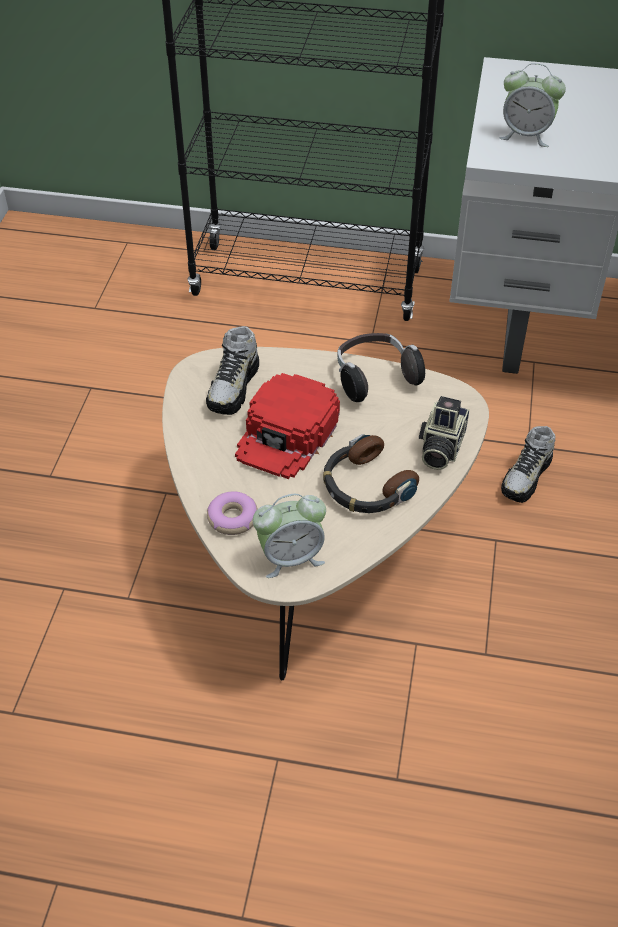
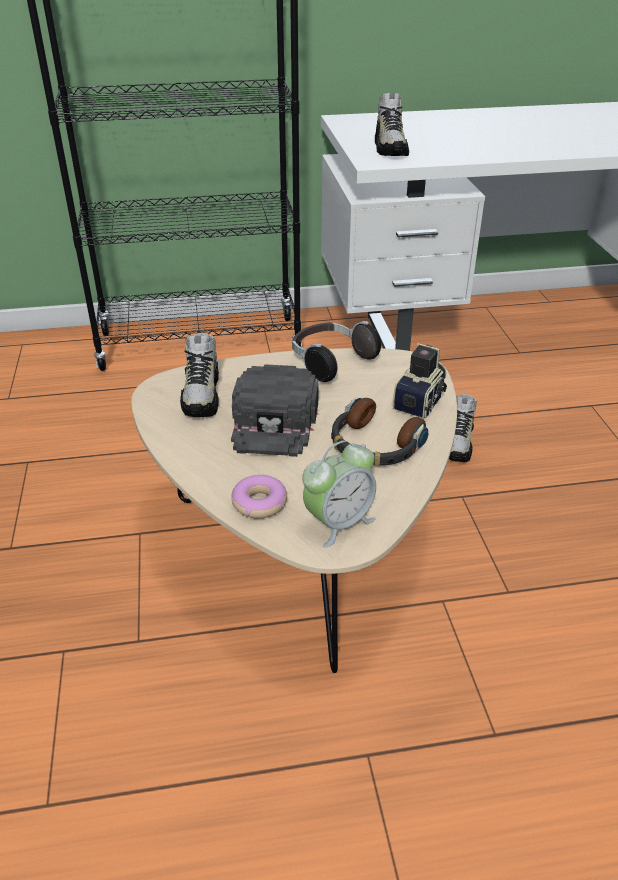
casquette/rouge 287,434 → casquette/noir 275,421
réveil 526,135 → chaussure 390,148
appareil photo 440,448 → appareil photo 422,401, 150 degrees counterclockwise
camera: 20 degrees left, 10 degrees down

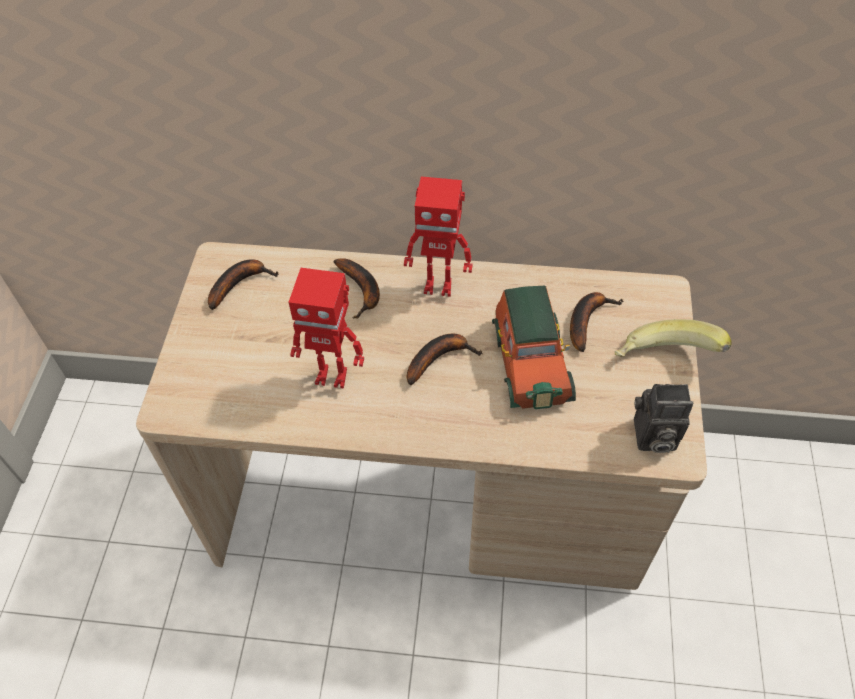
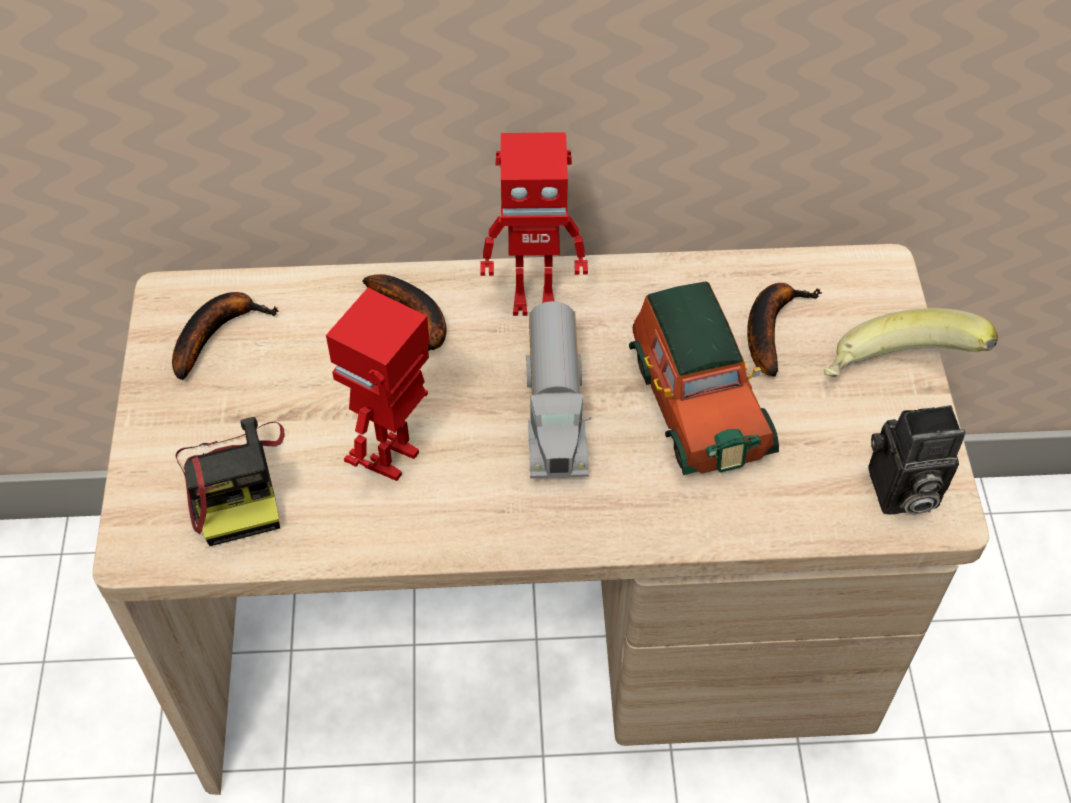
- → appareil photo 236,483
robot jouet 332,375 → robot jouet 395,460, 120 degrees clockwise
banane 439,358 → camion jouet 557,412
camera: 10 degrees left, 0 degrees up

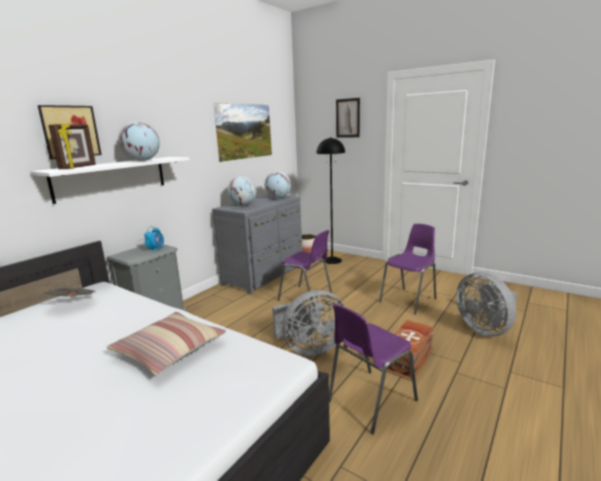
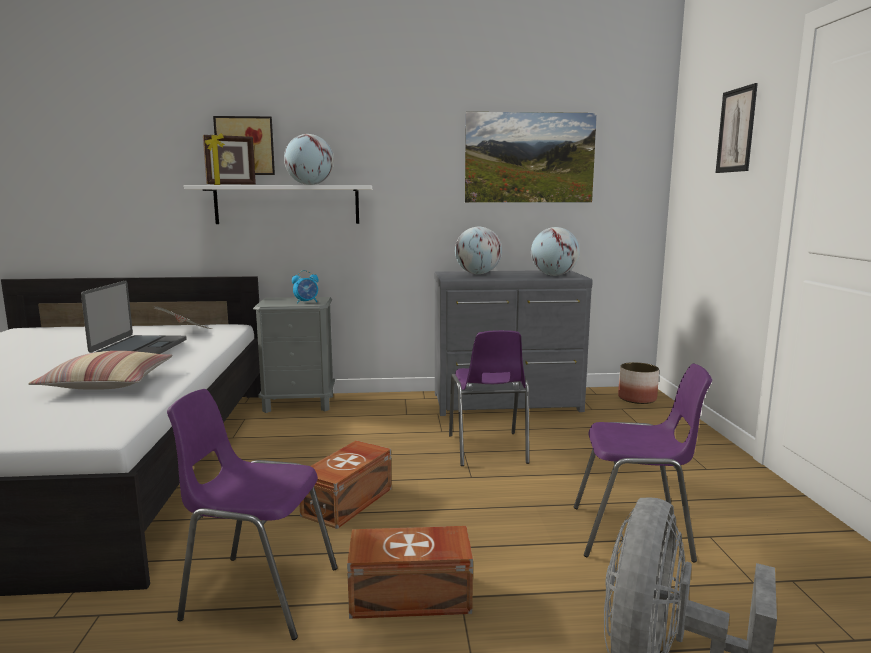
- → ordinateur portable 139,349
ventilateur/gris 310,348 → boîte de rangement/marron 349,501
lampadaire/noir 332,260 → -
camera: 50 degrees right, 5 degrees down

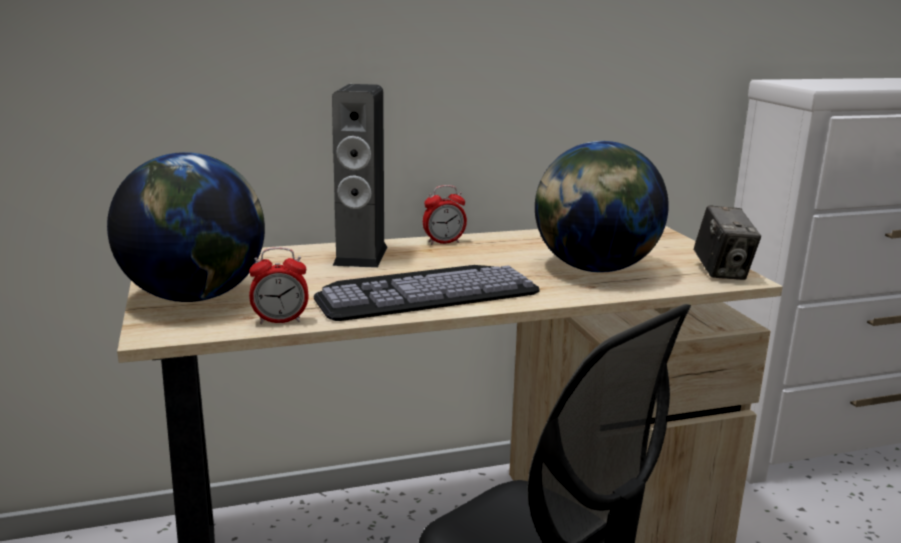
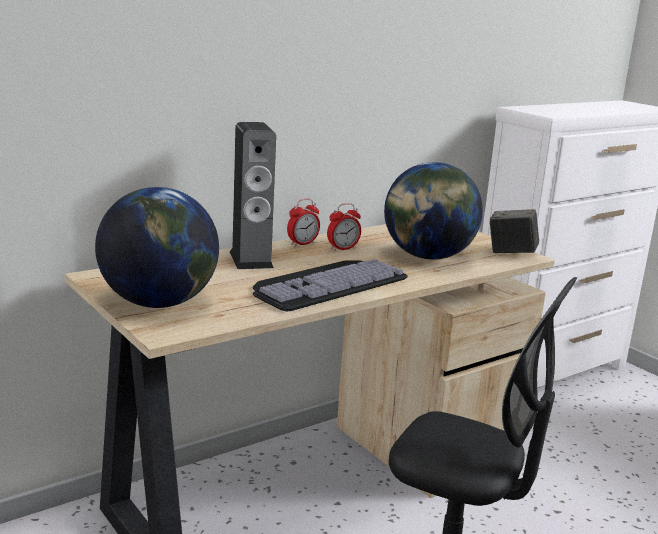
réveil 280,321 → réveil 342,249, moved
appareil photo 721,272 → appareil photo 511,253, 135 degrees clockwise
camera: 20 degrees left, 0 degrees up

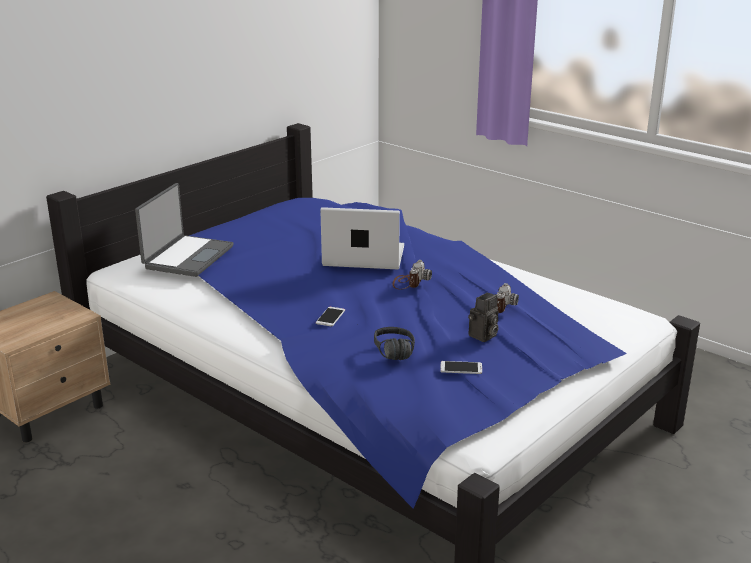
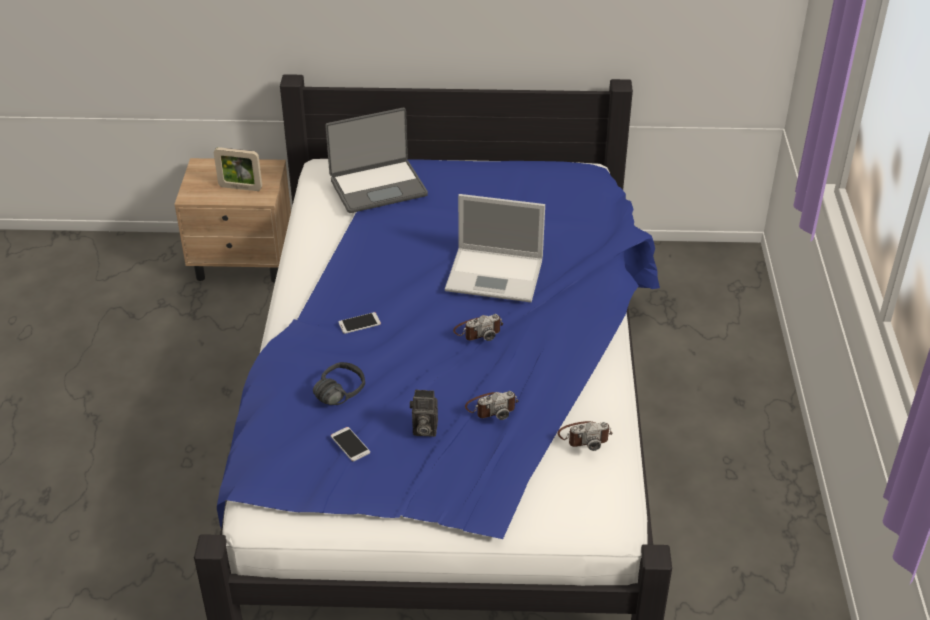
- → cadre photo 240,187
ordinateur portable 362,256 → ordinateur portable 496,275, 135 degrees clockwise
- → appareil photo 584,436
camera: 50 degrees right, 15 degrees up

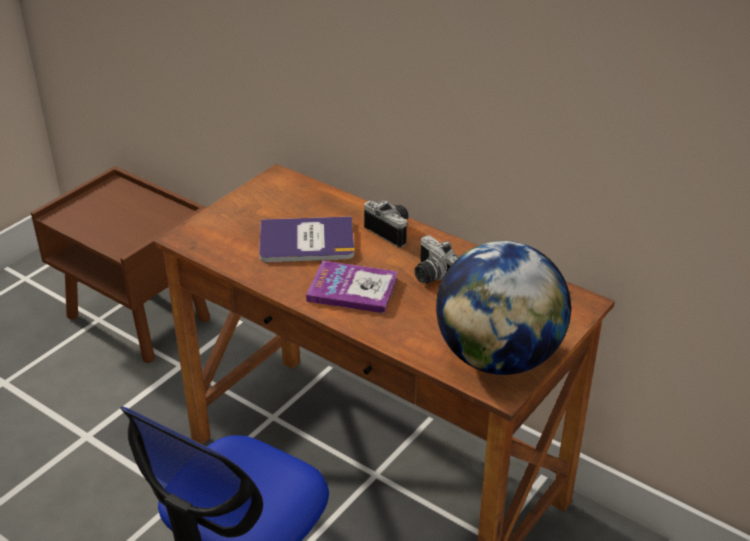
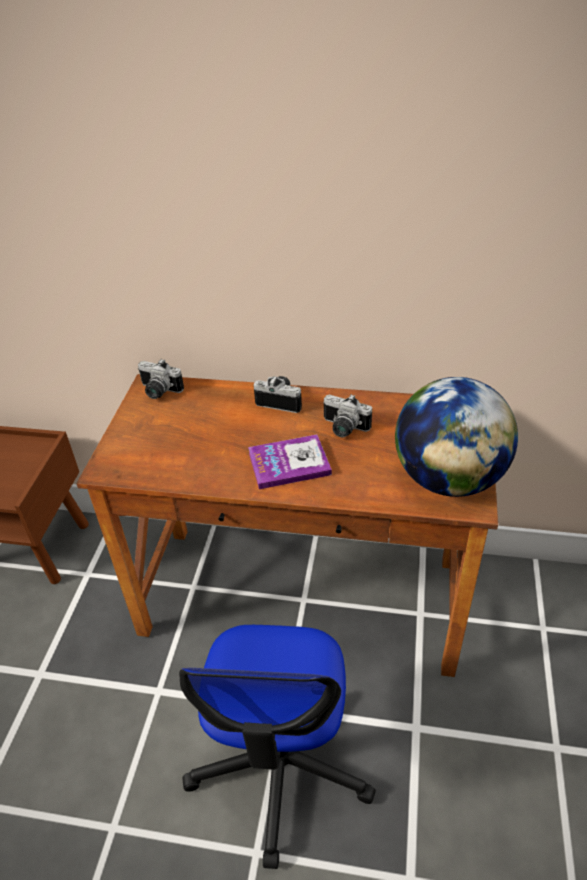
- → appareil photo 158,391
livre 306,241 → -
camera: 25 degrees left, 5 degrees up

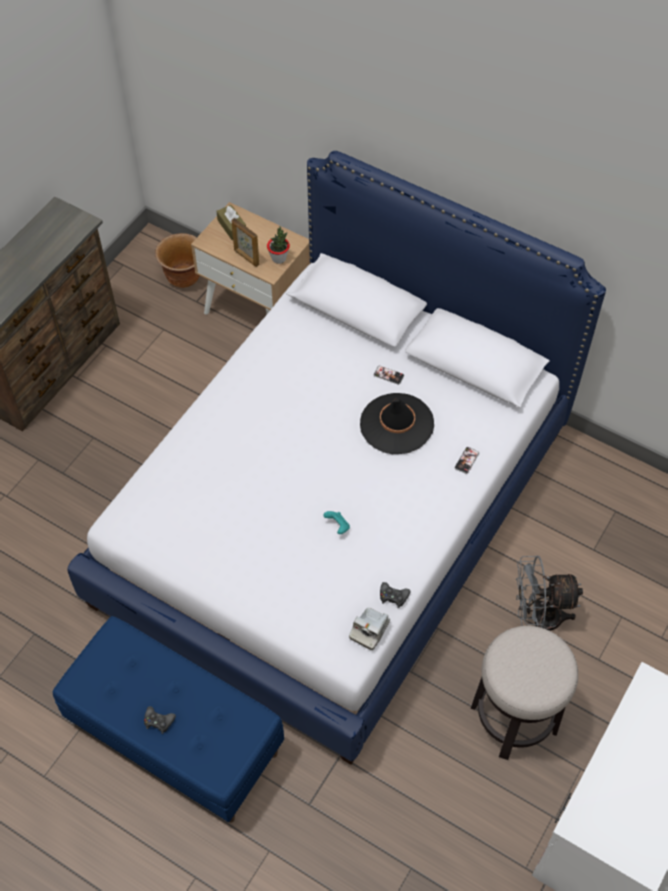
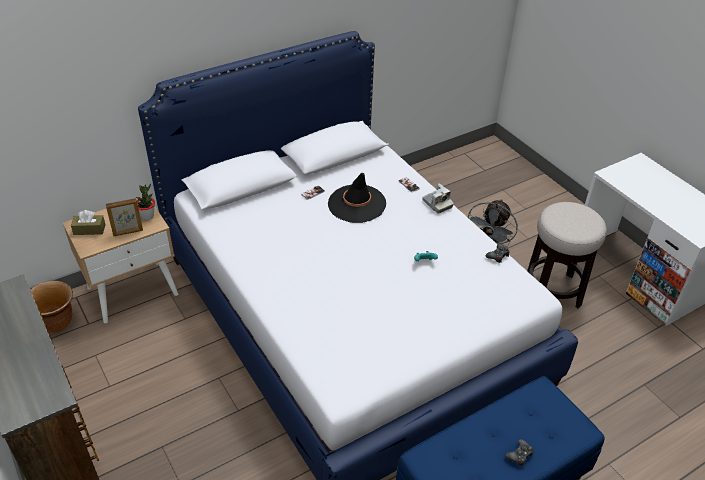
appareil photo 369,630 → appareil photo 437,204, moved
camera: 65 degrees left, 15 degrees down

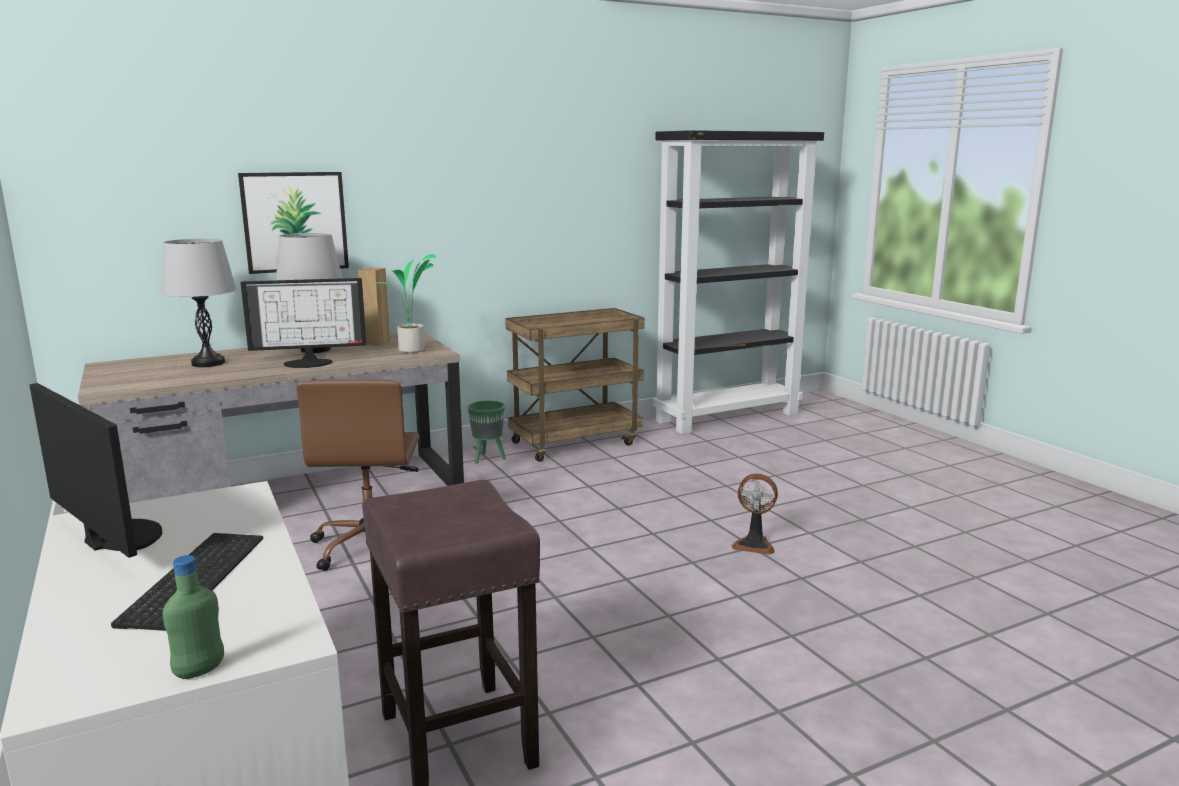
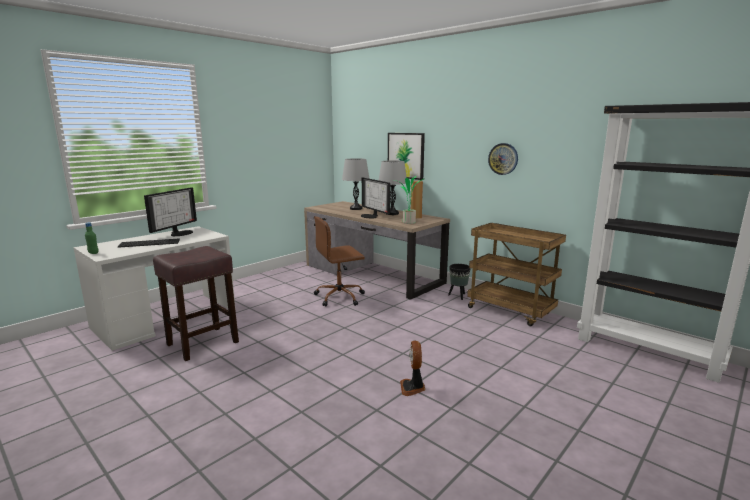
cache-pot/vert 488,458 → cache-pot/noir 458,296
- → horloge murale 503,159
camera: 70 degrees right, 0 degrees up

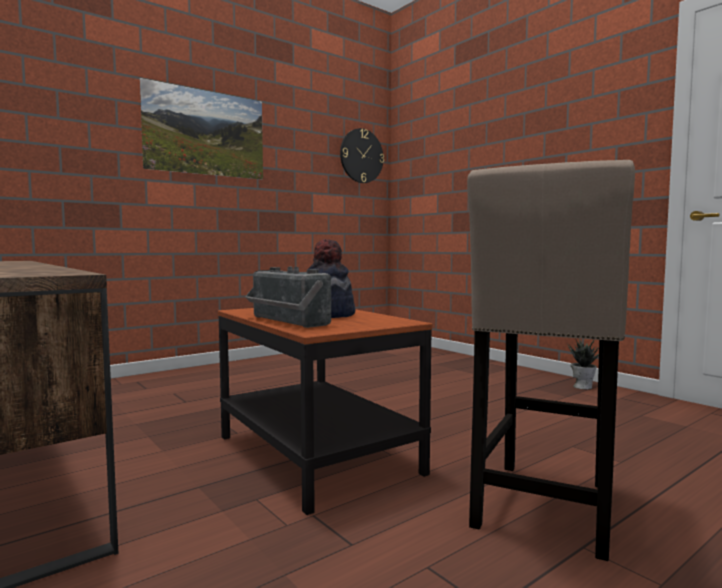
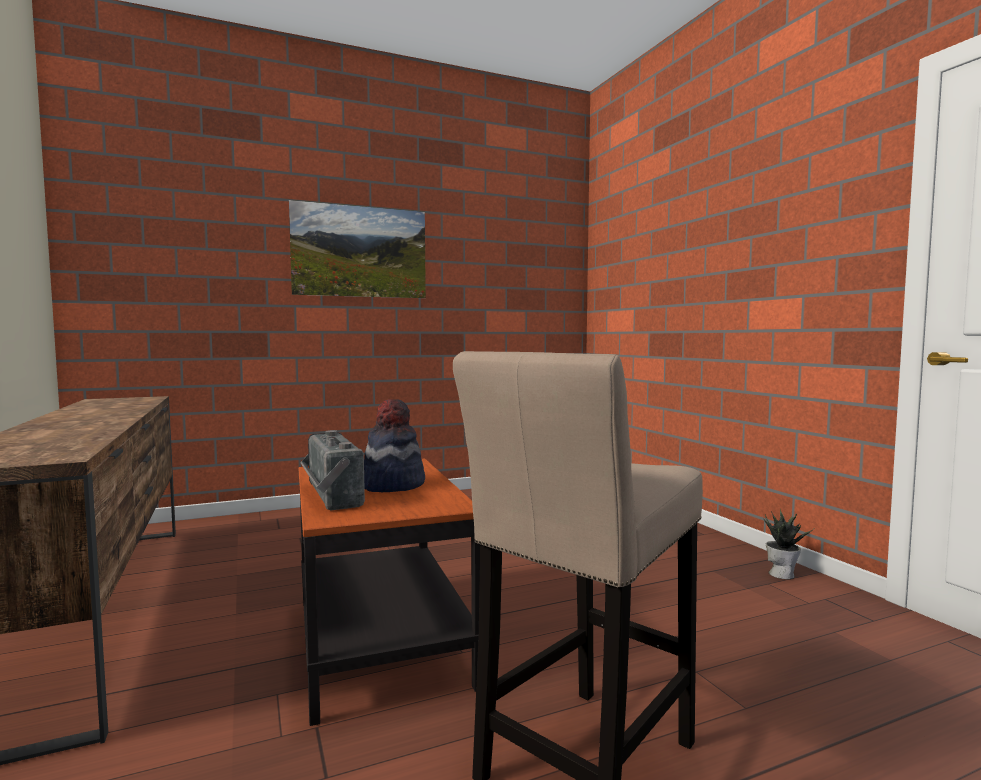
horloge murale 361,156 → -
camera: 15 degrees right, 0 degrees up

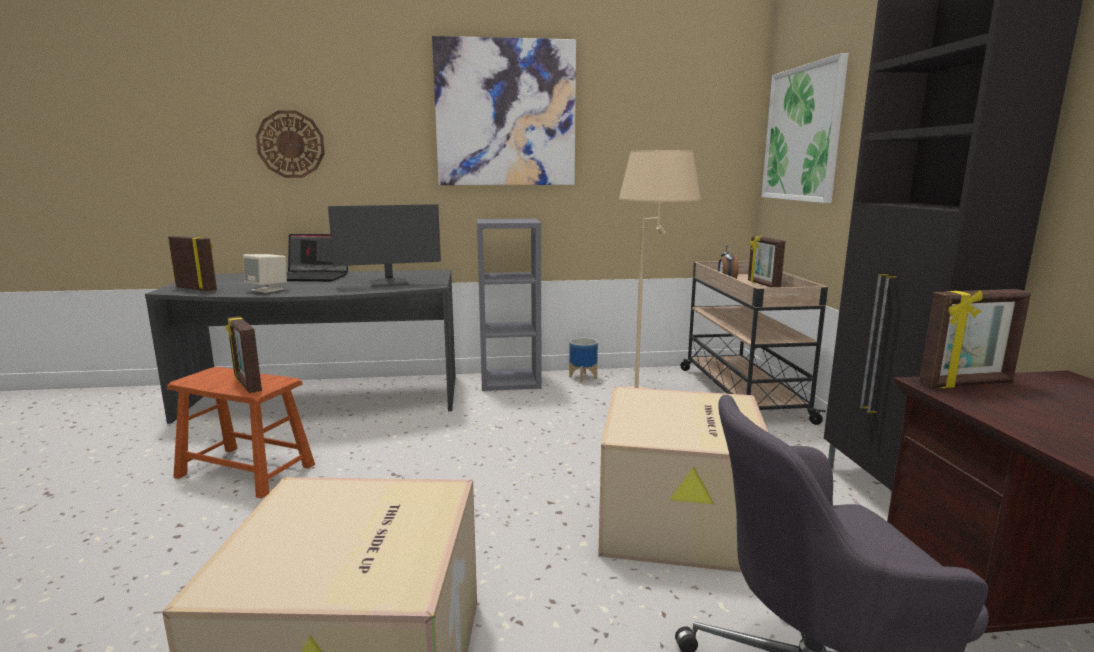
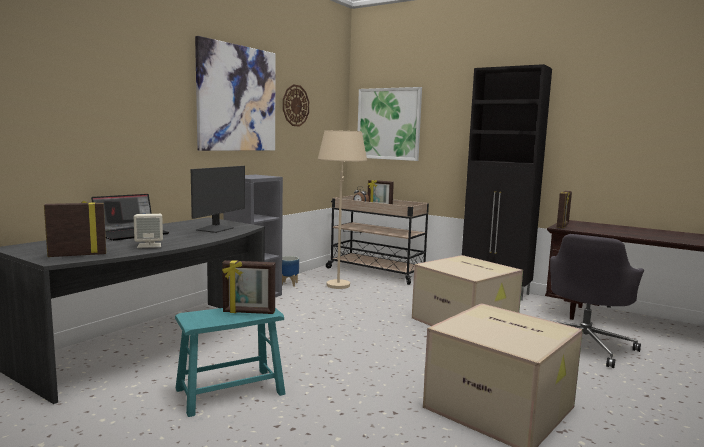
tabouret/marron 246,471 → tabouret/turquoise 230,391
horloge murale 291,144 → horloge murale 295,105, moved
camera: 50 degrees left, 5 degrees down

